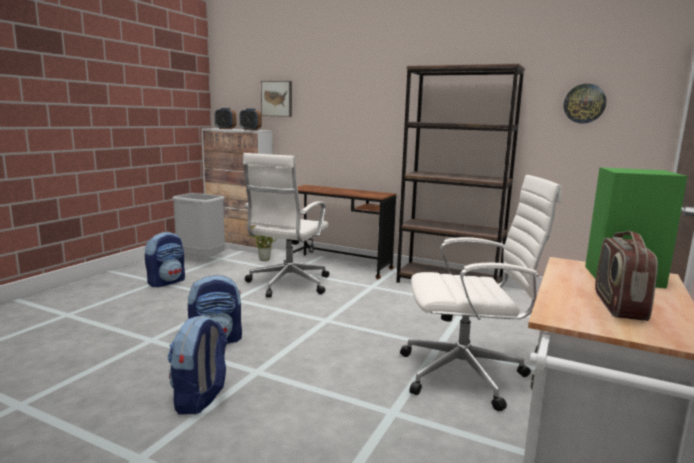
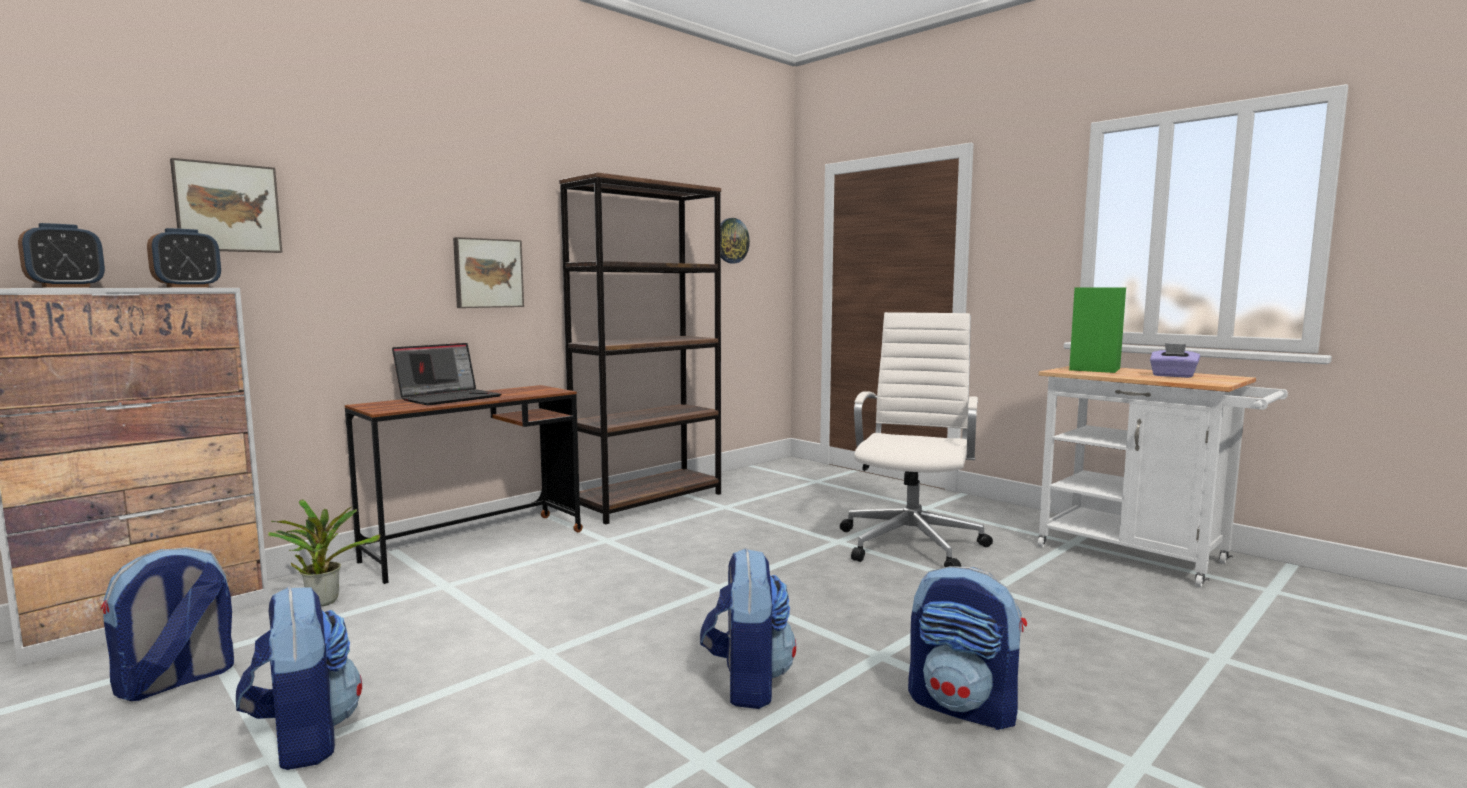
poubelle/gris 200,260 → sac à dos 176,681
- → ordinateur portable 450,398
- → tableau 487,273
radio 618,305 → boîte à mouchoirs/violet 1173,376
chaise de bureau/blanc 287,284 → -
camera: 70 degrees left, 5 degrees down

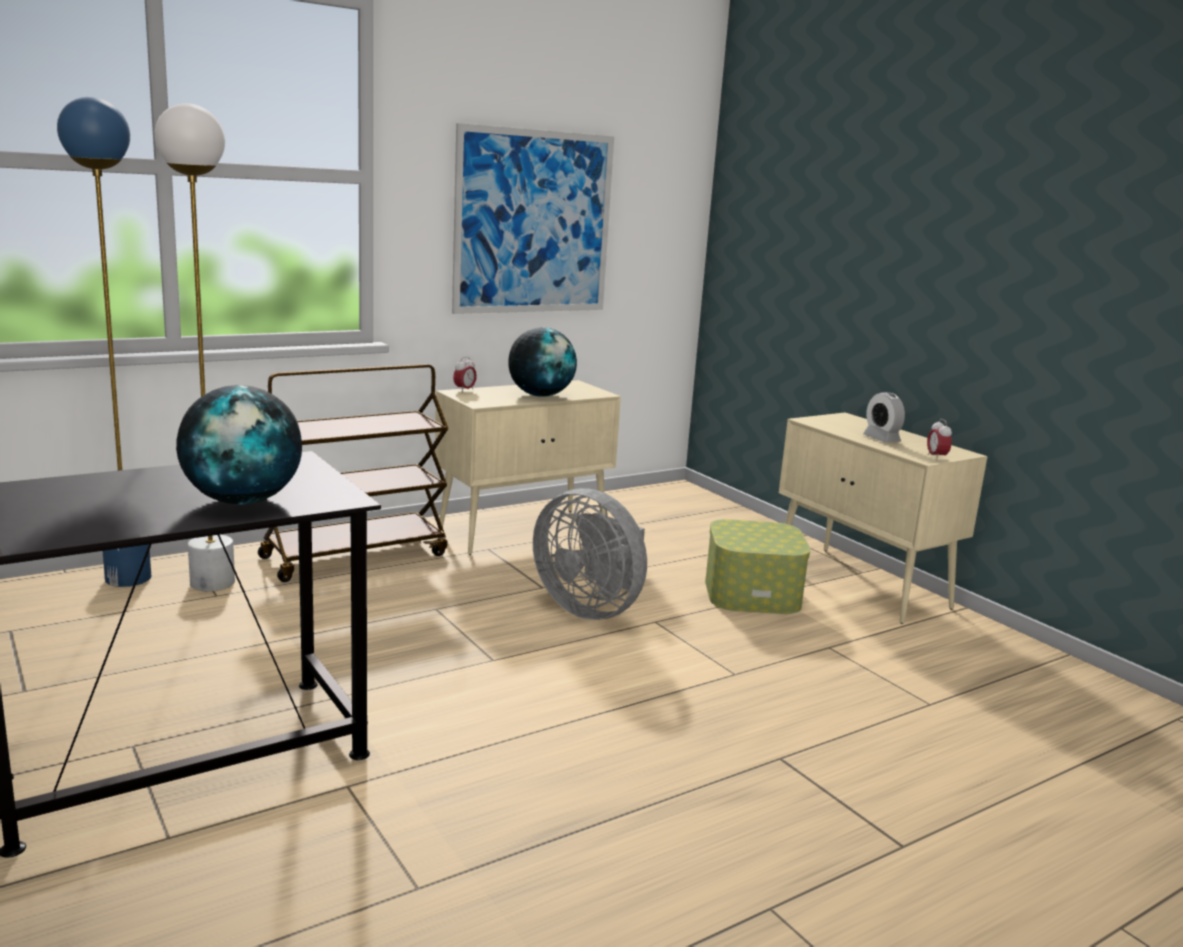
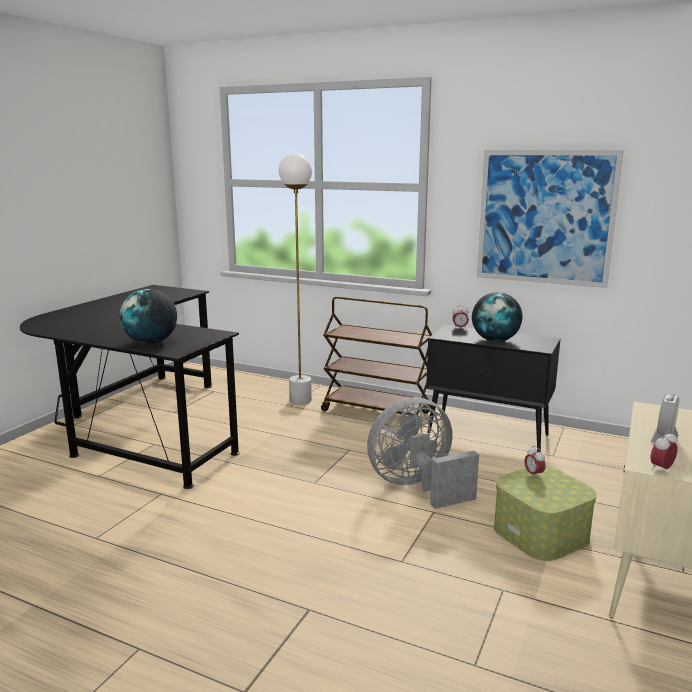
ventilateur/gris 591,608 → ventilateur/gris 417,487, 60 degrees clockwise
meuble de rangement/beige 524,531 → meuble de rangement/noir 488,434
- → réveil 533,474
lampadaire/bleu 128,578 → -
camera: 60 degrees right, 0 degrees up

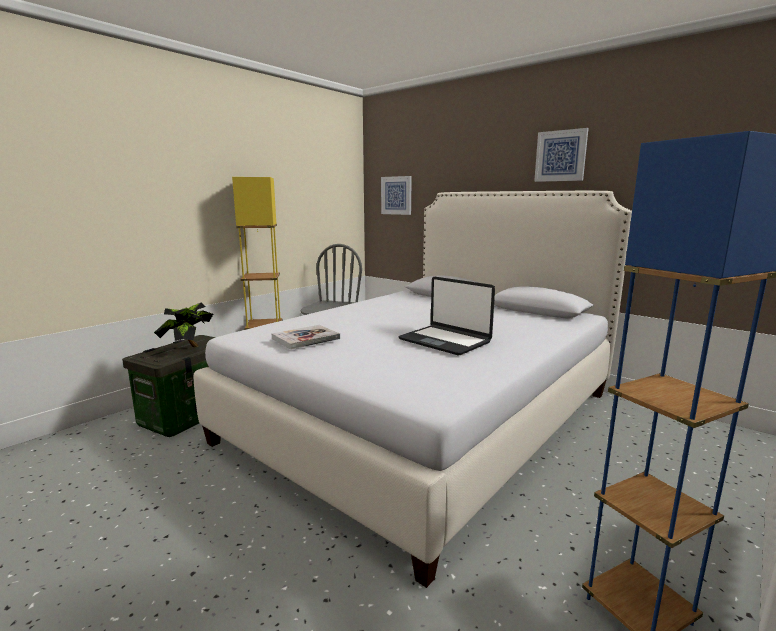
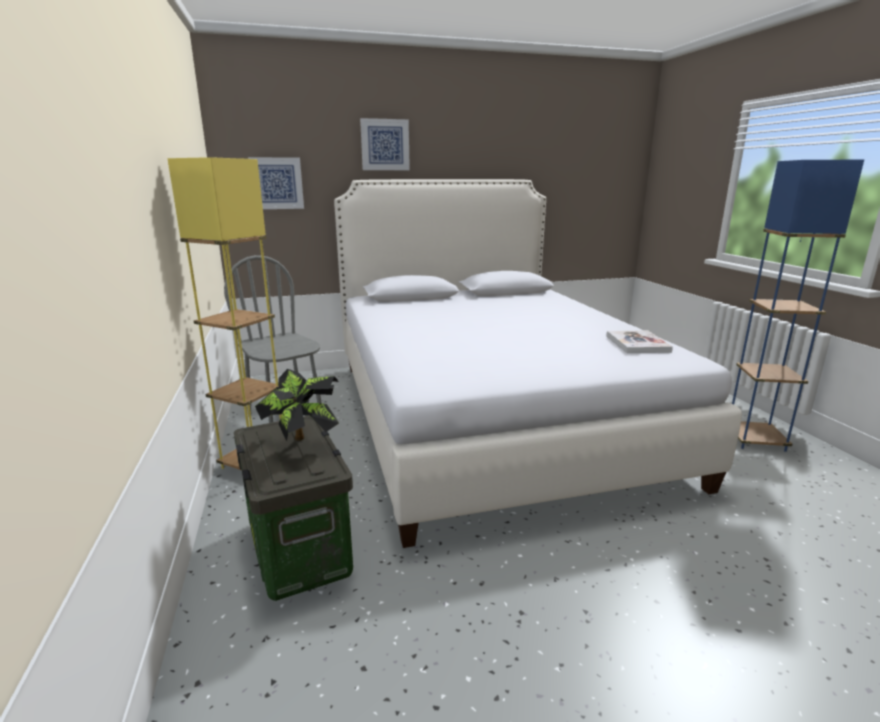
tableau 560,156 → tableau 385,145, moved
livre 306,339 → livre 637,344, moved
ordinateur portable 445,341 → -
camera: 55 degrees left, 5 degrees up

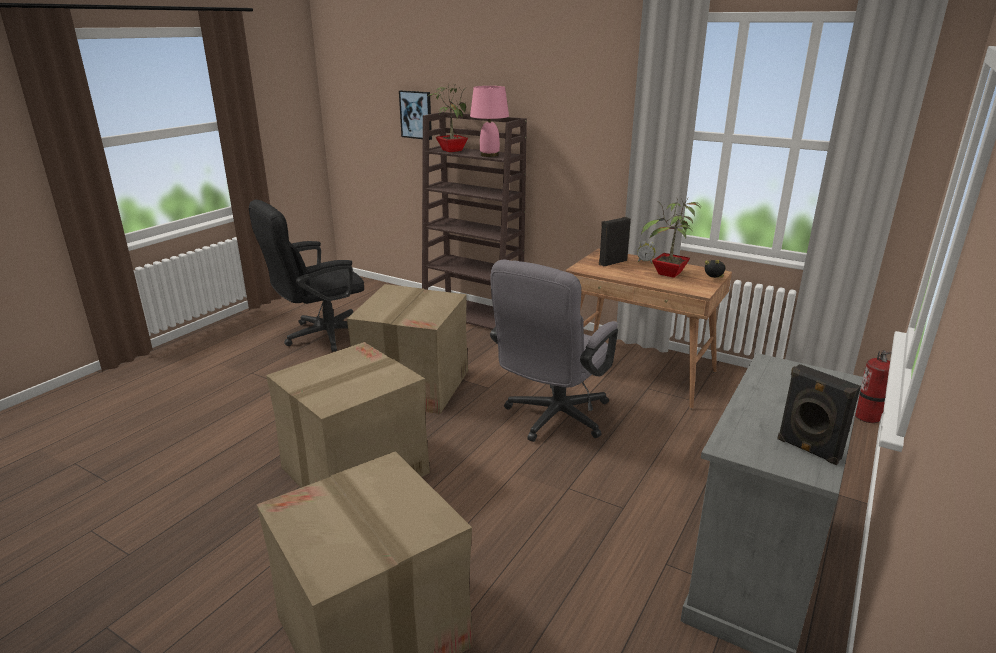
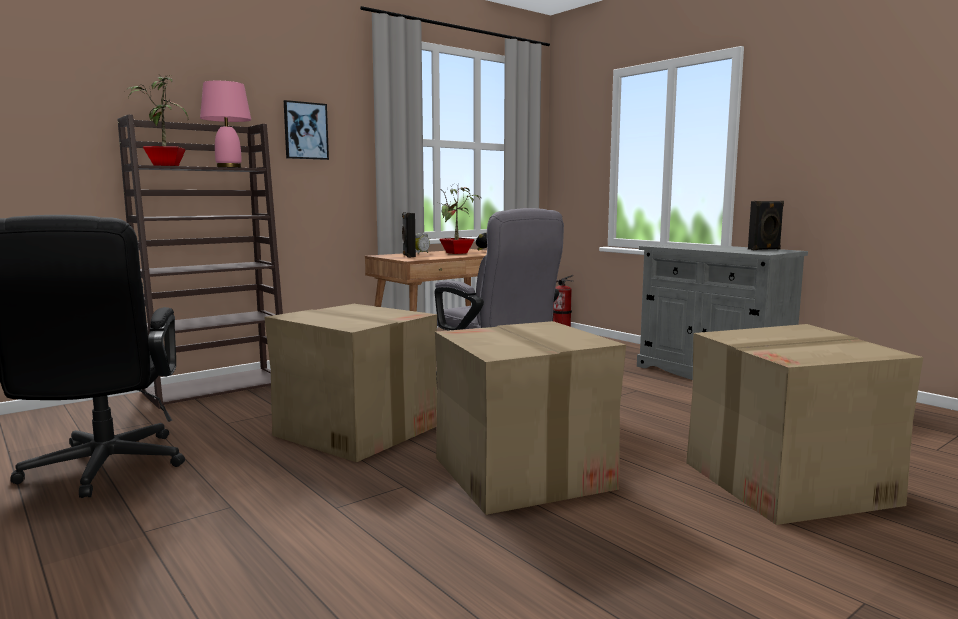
tableau 416,114 → tableau 305,131, moved
camera: 70 degrees left, 15 degrees down

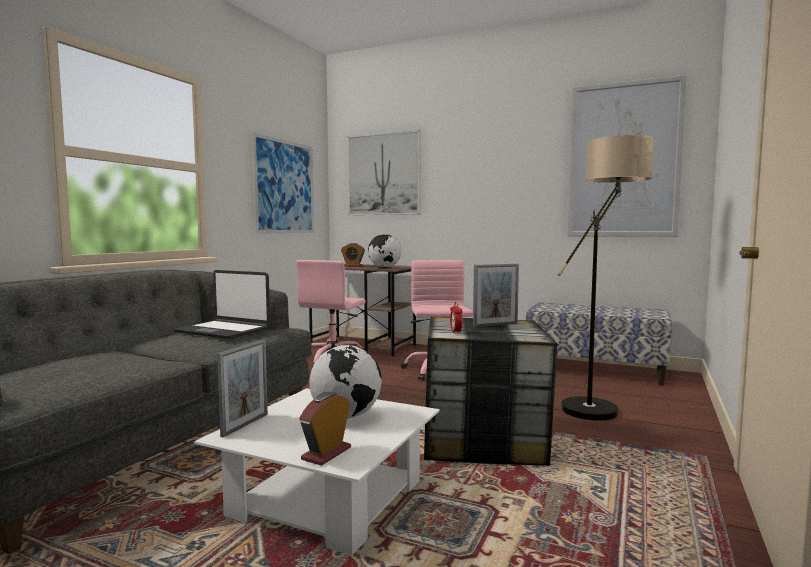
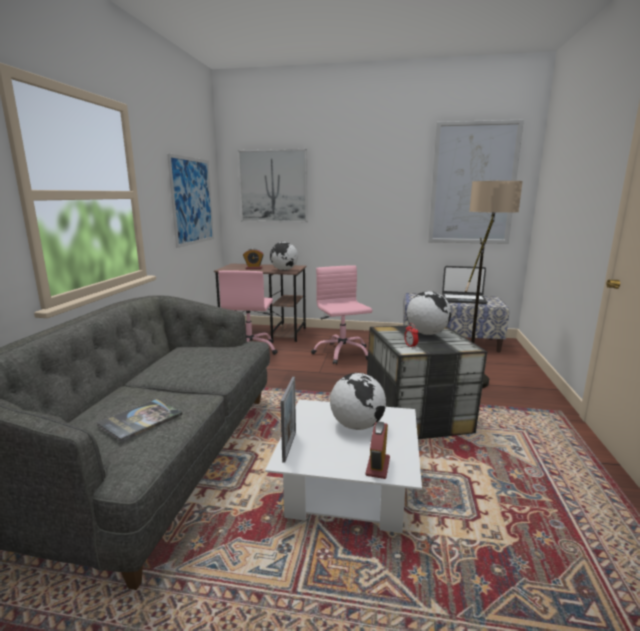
- → livre 140,420
cadre photo 495,325 → globe 426,333
ordinateur portable 223,330 → ordinateur portable 463,299, moved
camera: 15 degrees left, 10 degrees up

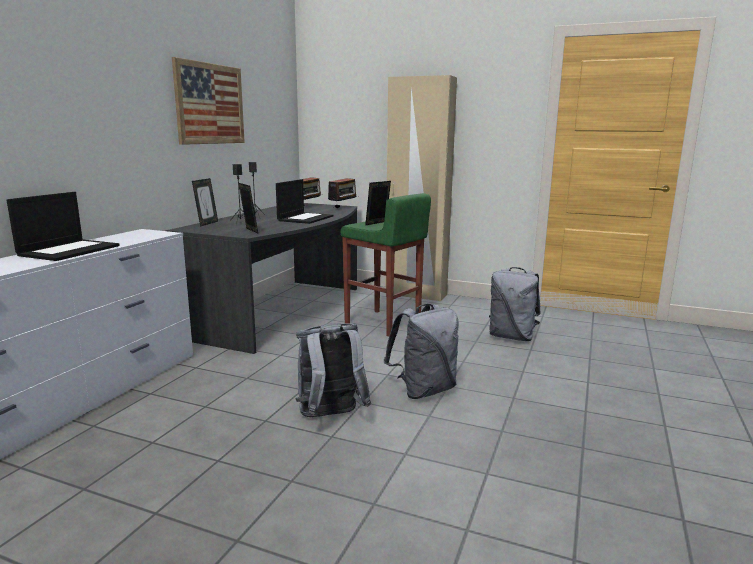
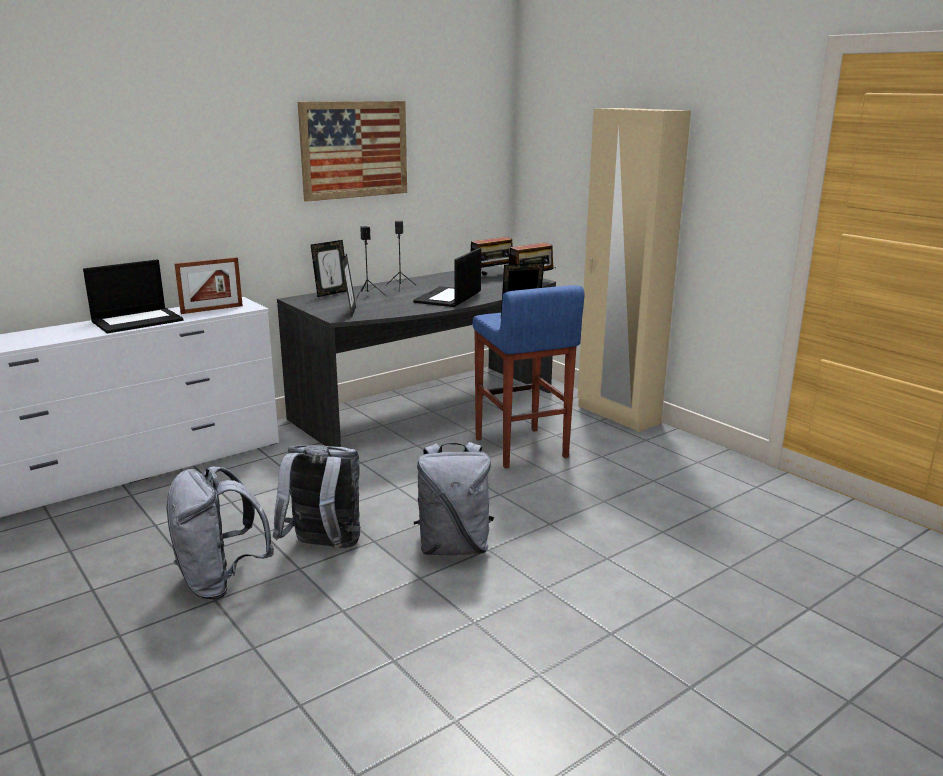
sac à dos/gris 512,337 → sac à dos/gris 220,581, moved
- → cadre photo 212,309
ordinateur portable 305,218 → ordinateur portable 448,298, 150 degrees clockwise
tabouret/vert 383,323 → tabouret/bleu 520,448
camera: 30 degrees right, 5 degrees up

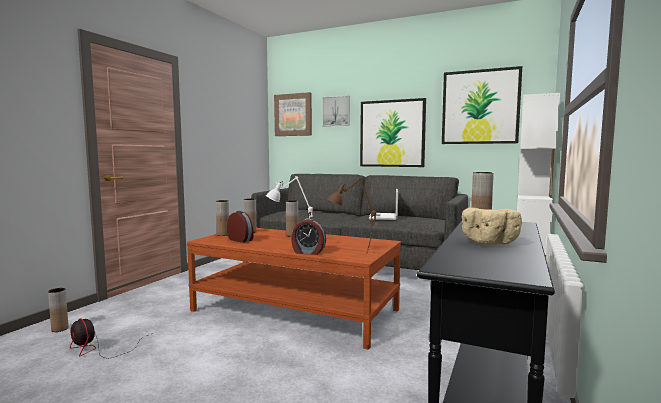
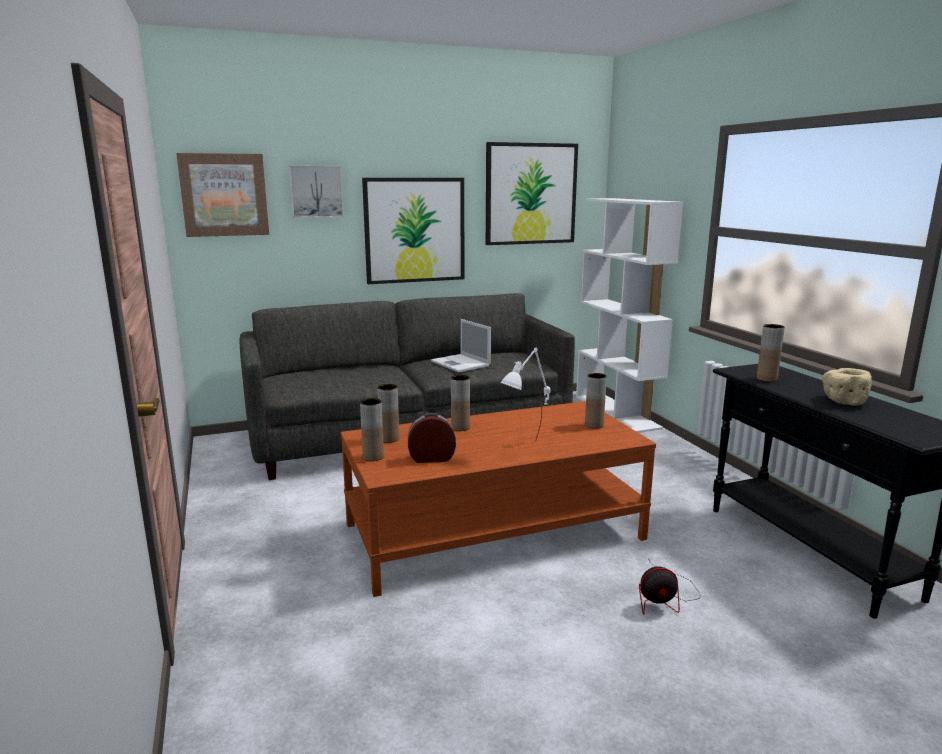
vase/marron 60,329 → vase/marron 594,425, moved
ventilateur 99,349 → ventilateur 664,598, moved
réveil 308,252 → -
lampe de table/marron 351,255 → -
camera: 45 degrees left, 10 degrees up

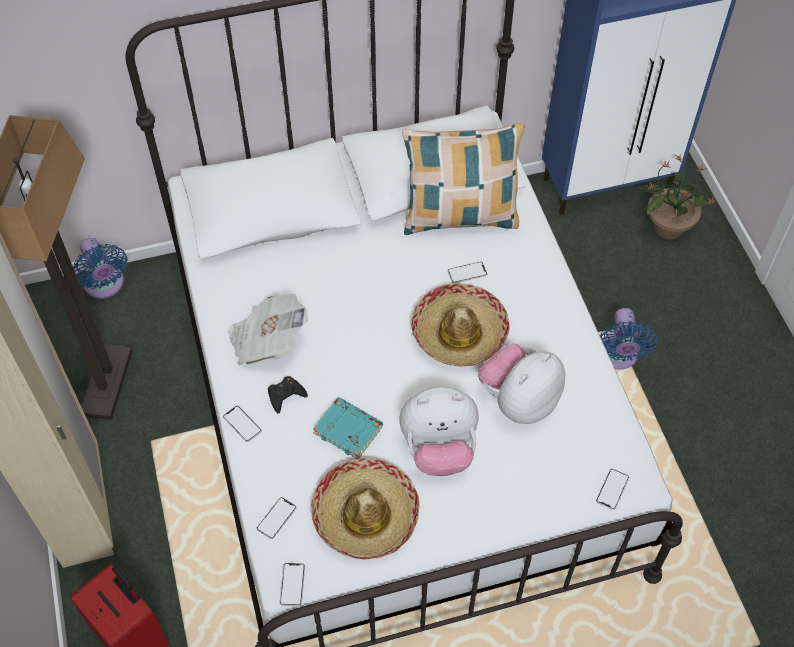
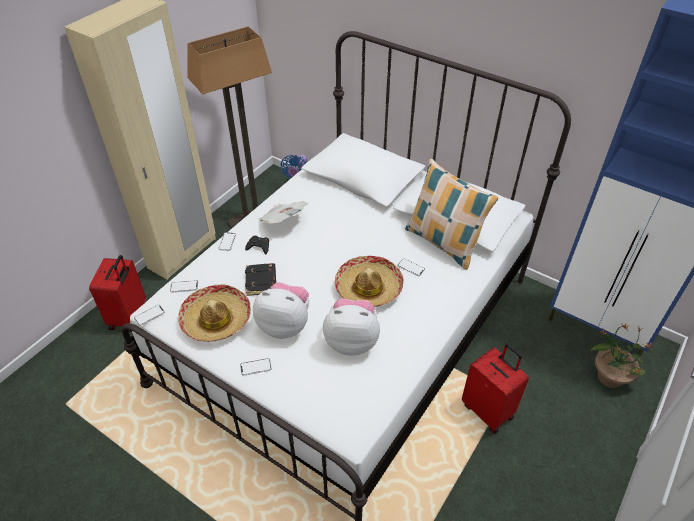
téléphone 612,489 → téléphone 255,367, moved
livre/turquoise 349,430 → livre/noir 262,282
peluche 439,449 → peluche 285,324, 150 degrees clockwise
ventilateur/bleu 617,357 → valise/rouge 488,410
camera: 50 degrees right, 10 degrees down

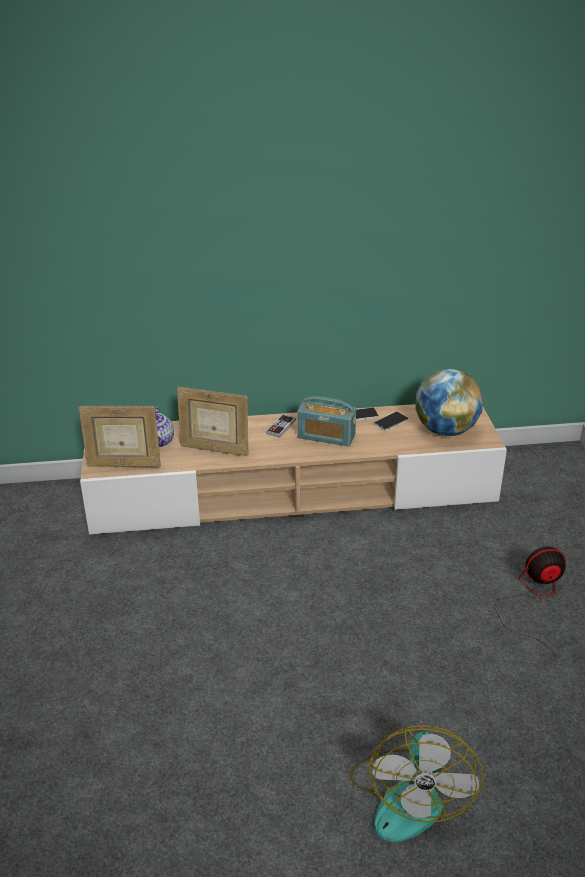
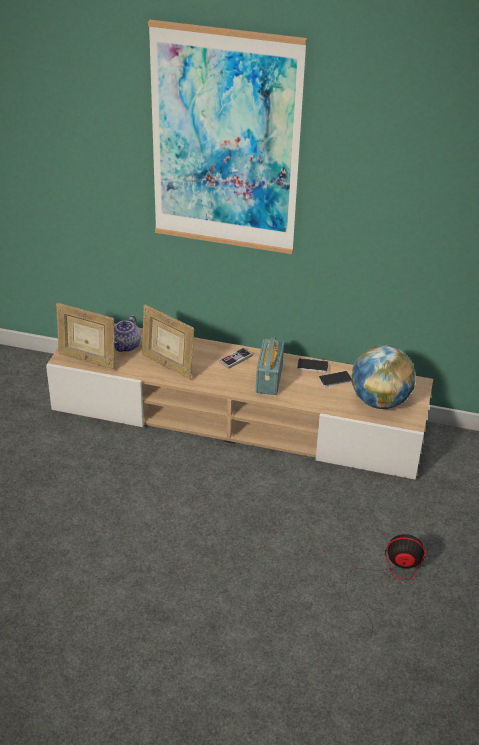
- → tableau 225,142
radio 326,436 → radio 269,378, 60 degrees clockwise
ventilateur 408,796 → -
camera: 20 degrees right, 5 degrees up

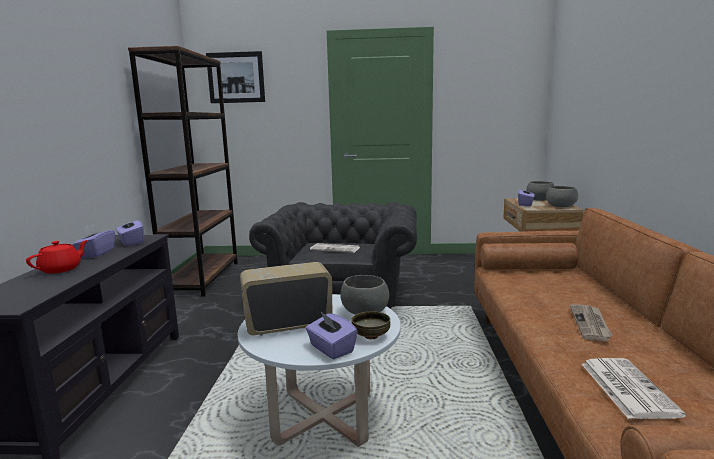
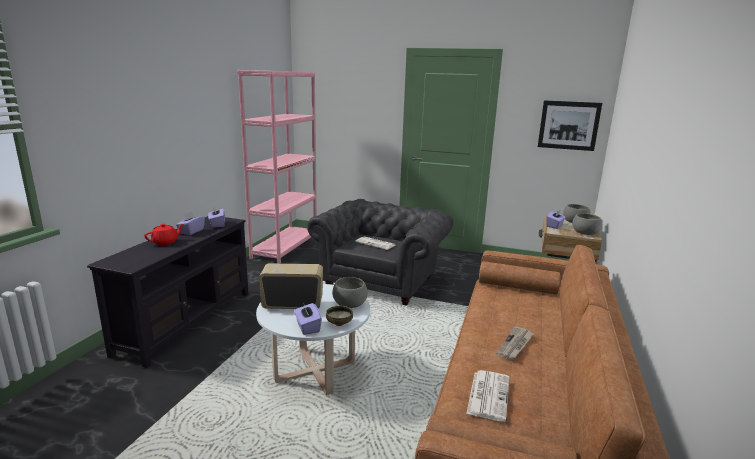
bibliothèque/marron 203,278 → bibliothèque/rose 285,247
tableau 236,77 → tableau 568,125, moved
camera: 15 degrees right, 5 degrees up

